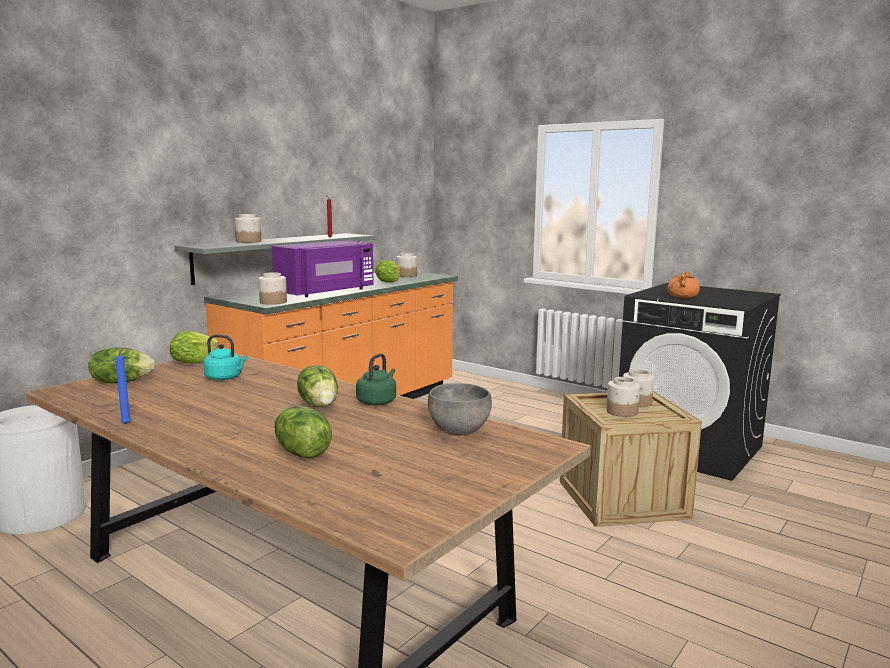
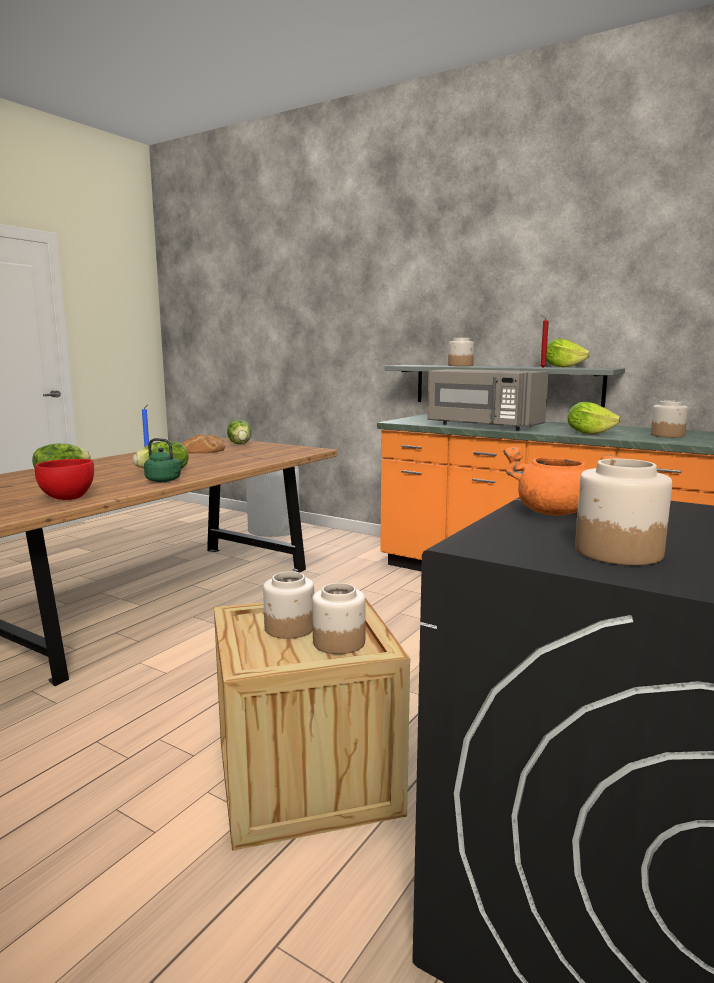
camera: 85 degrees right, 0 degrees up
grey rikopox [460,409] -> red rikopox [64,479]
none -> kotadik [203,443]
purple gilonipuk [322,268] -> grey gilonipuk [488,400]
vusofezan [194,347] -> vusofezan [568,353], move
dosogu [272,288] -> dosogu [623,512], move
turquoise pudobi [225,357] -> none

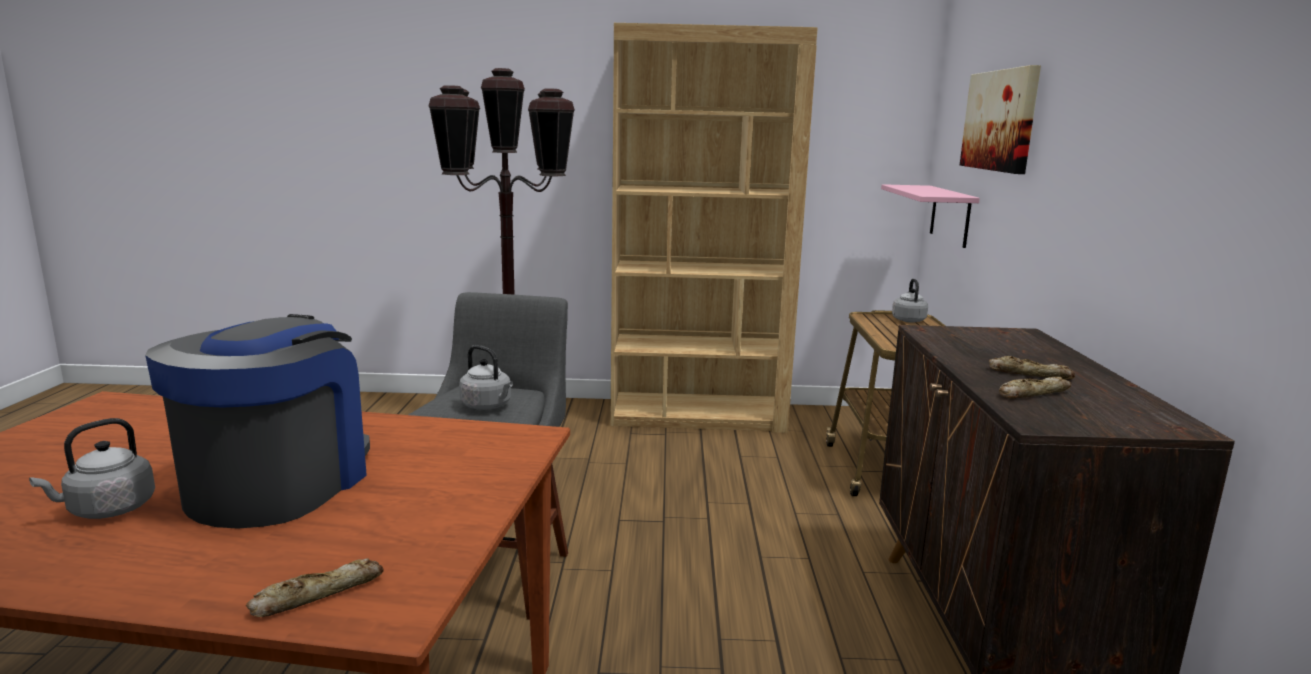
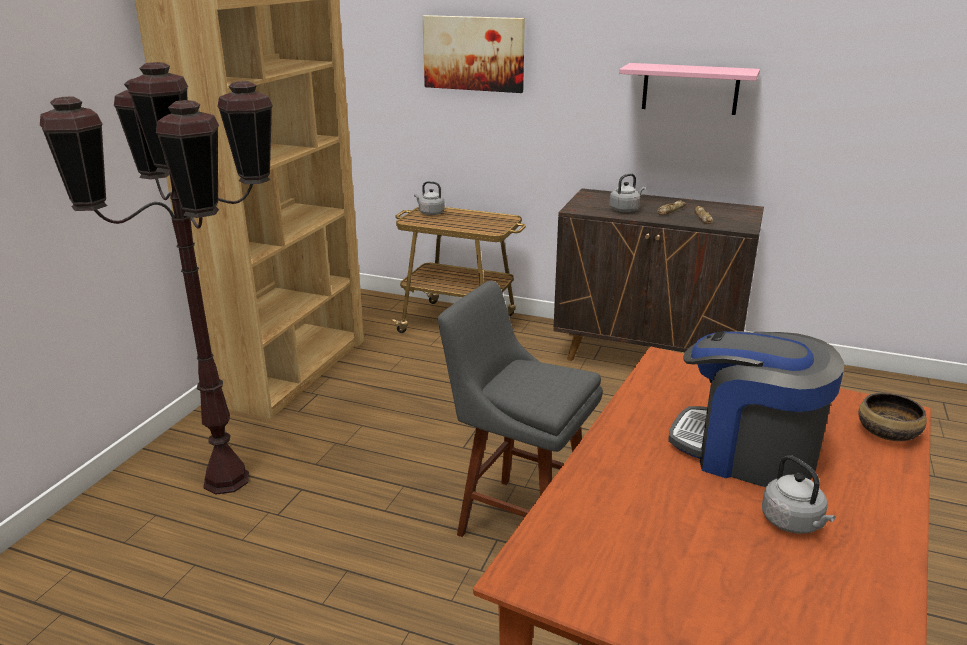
camera: 70 degrees left, 10 degrees up
grey pudobi [486,377] -> grey pudobi [627,192], move
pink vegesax [930,216] -> pink vegesax [689,89], move
kotadik [315,588] -> rikopox [892,417]

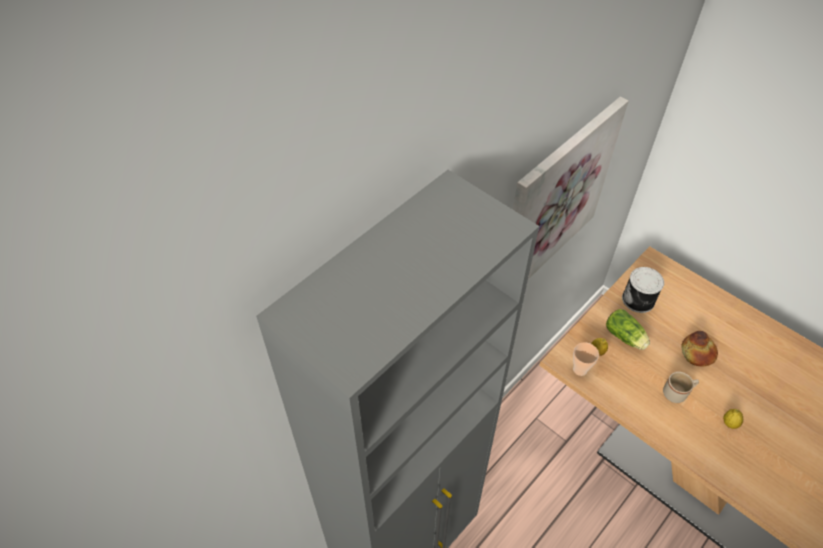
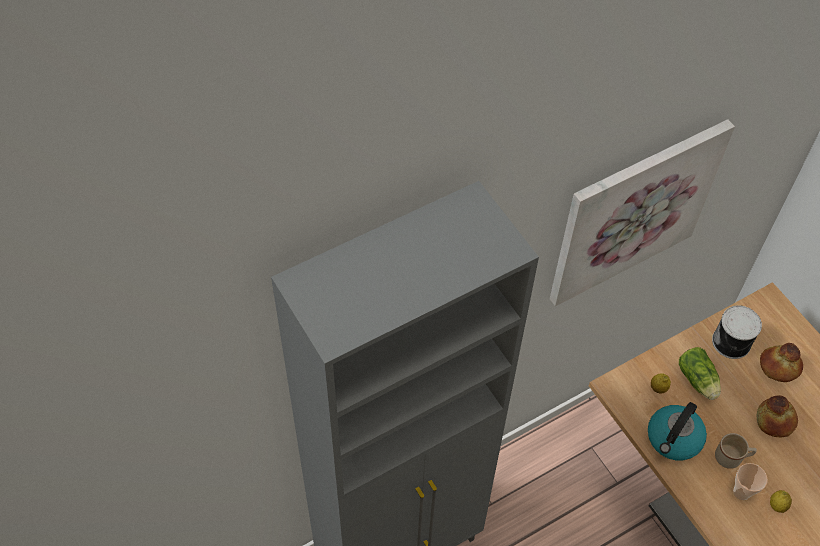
camera: 15 degrees right, 5 degrees up
none -> pudobi [677,431]
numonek [586,359] -> numonek [750,481], move
none -> kotadik [781,362]

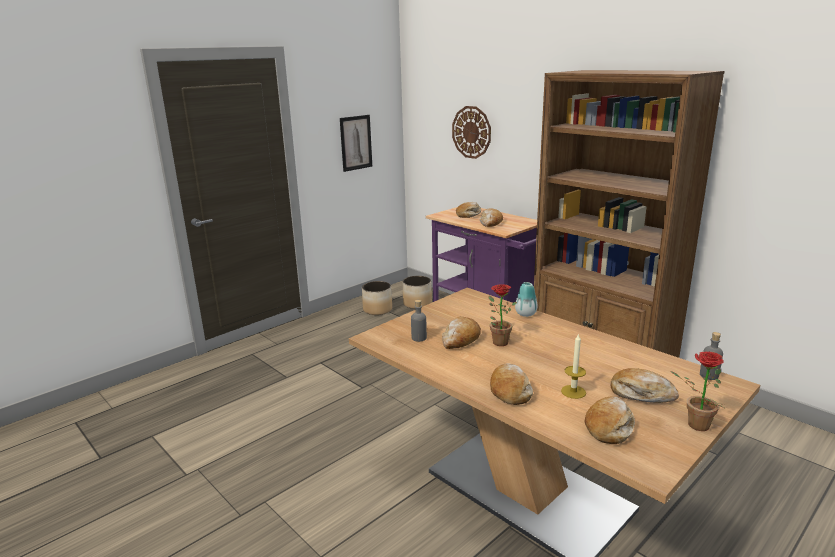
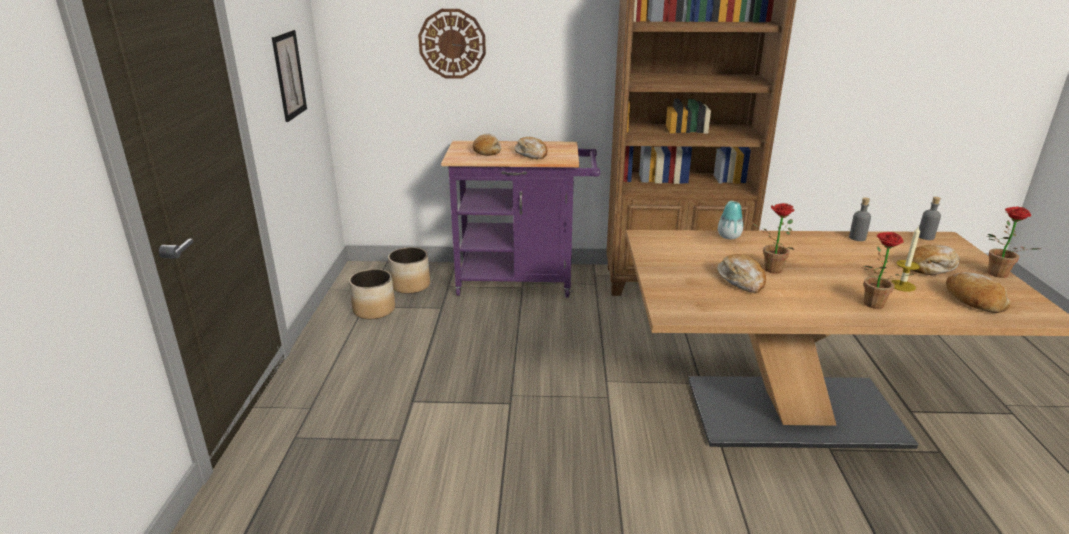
camera: 45 degrees left, 5 degrees up
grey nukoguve [419,321] -> grey nukoguve [860,219], move
kotadik [511,384] -> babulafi [889,270]

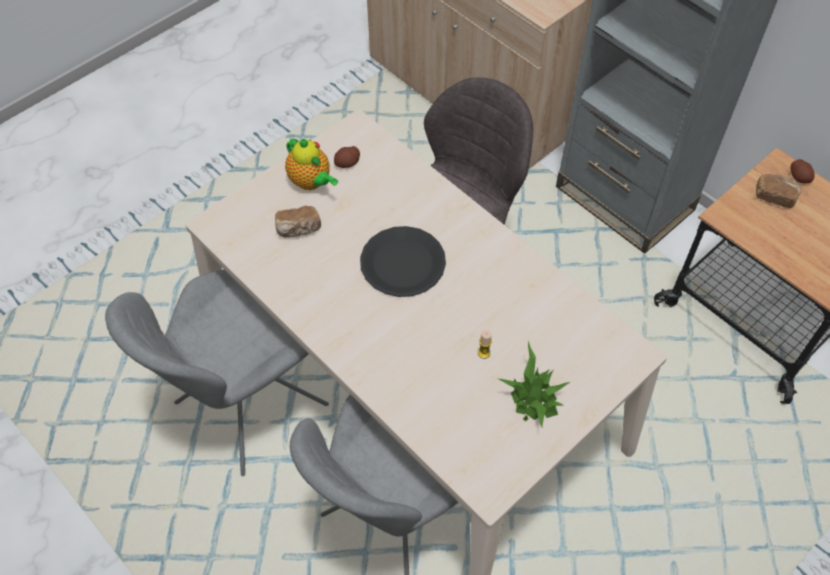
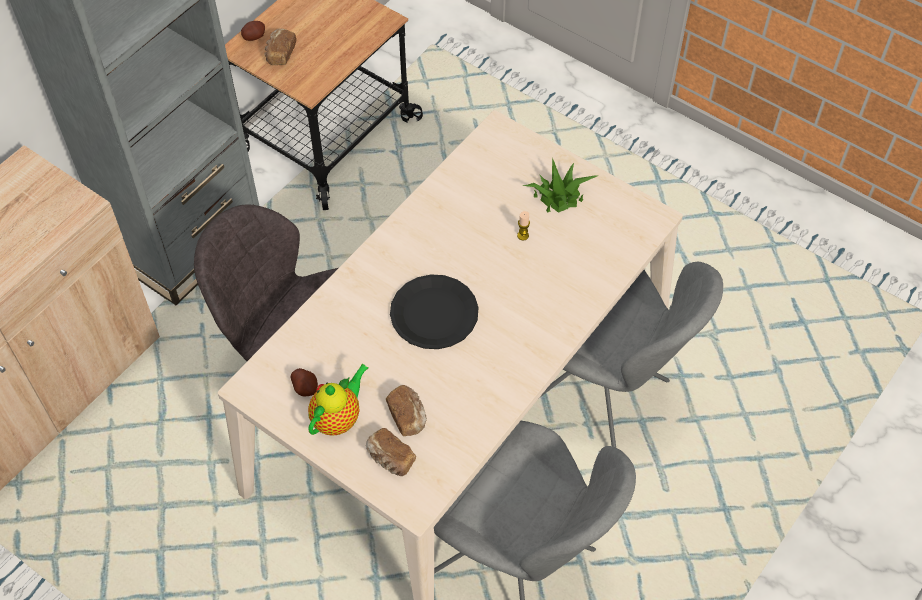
camera: 100 degrees left, 0 degrees up
none -> kotadik [391,452]

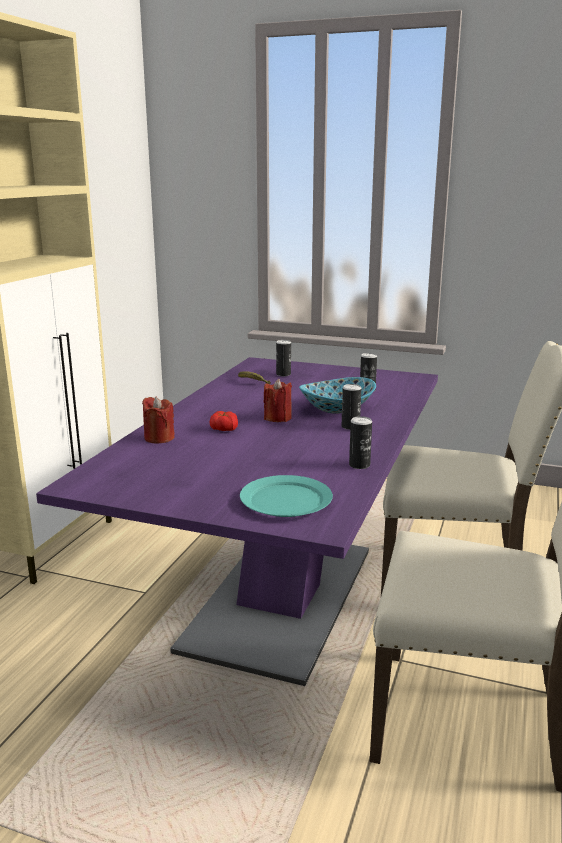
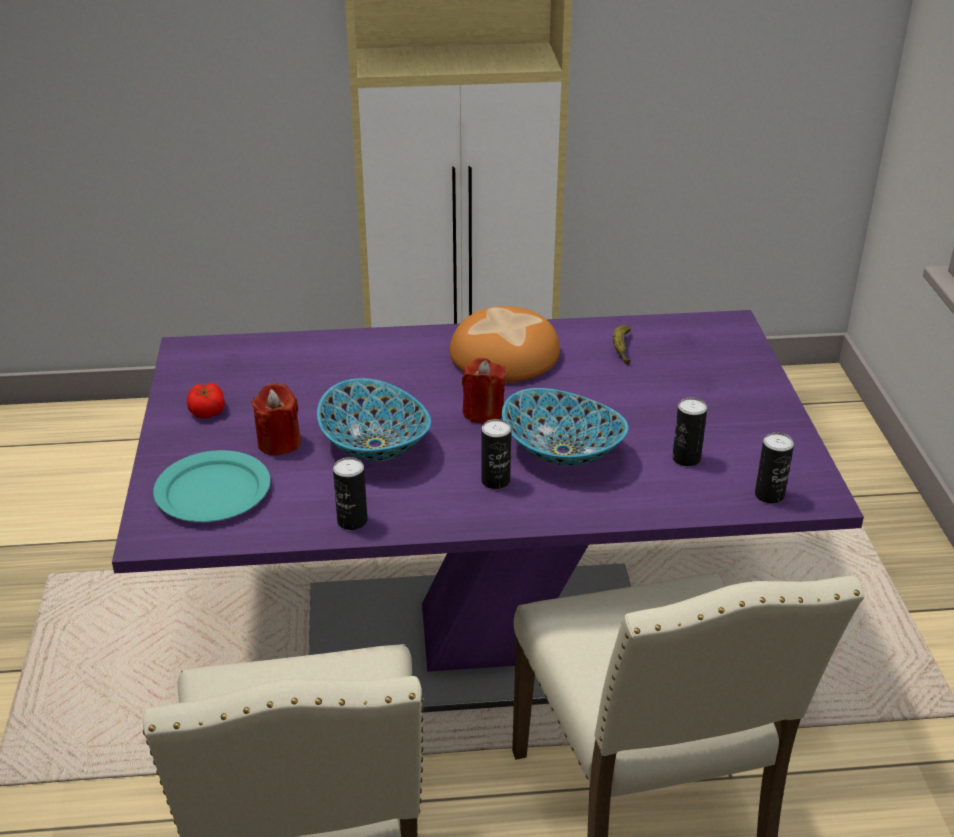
camera: 65 degrees right, 15 degrees up
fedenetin [224,421] -> fedenetin [206,400], move
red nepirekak [158,420] -> red nepirekak [276,419], move
none -> rikopox [374,419]
none -> kotadik [505,344]
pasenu [283,358] -> pasenu [774,468], move

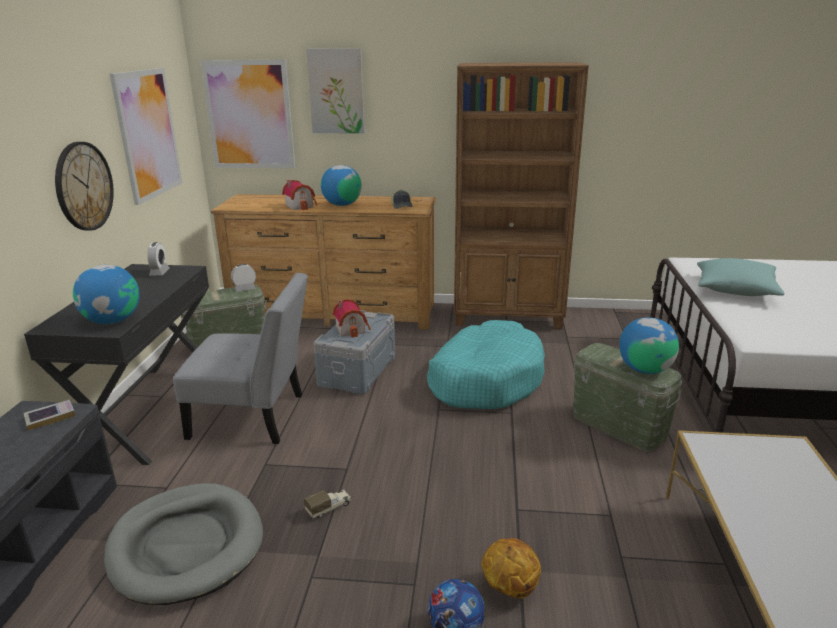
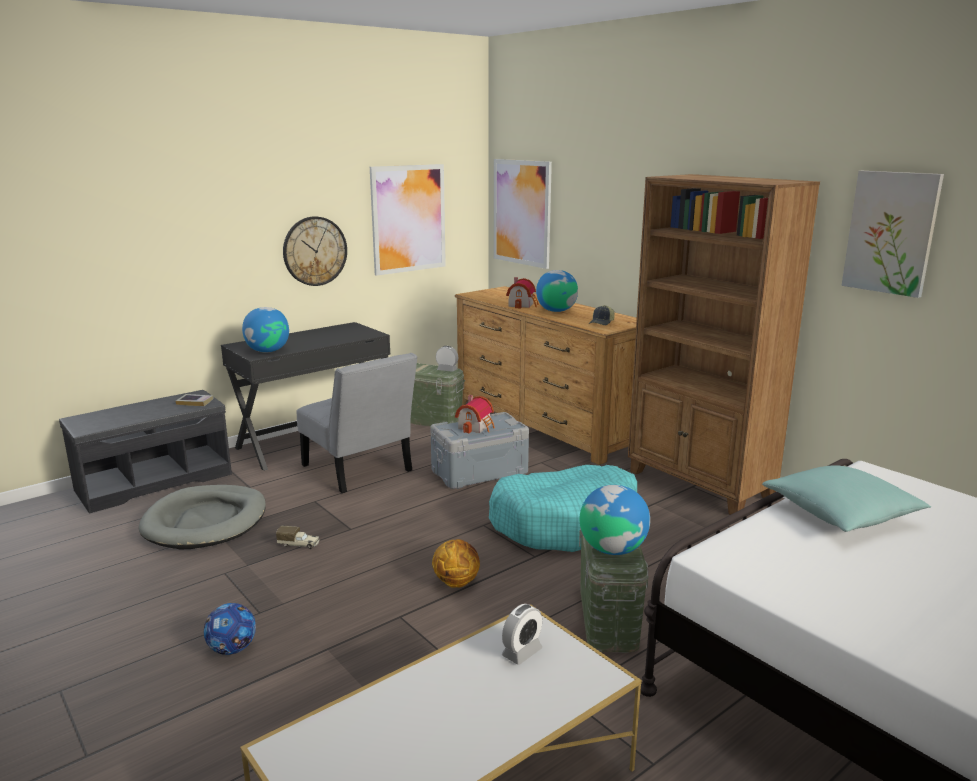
camera: 45 degrees right, 5 degrees down
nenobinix [511,568] -> nenobinix [456,563], move
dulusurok [158,259] -> dulusurok [522,634], move
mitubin [335,90] -> mitubin [892,234], move

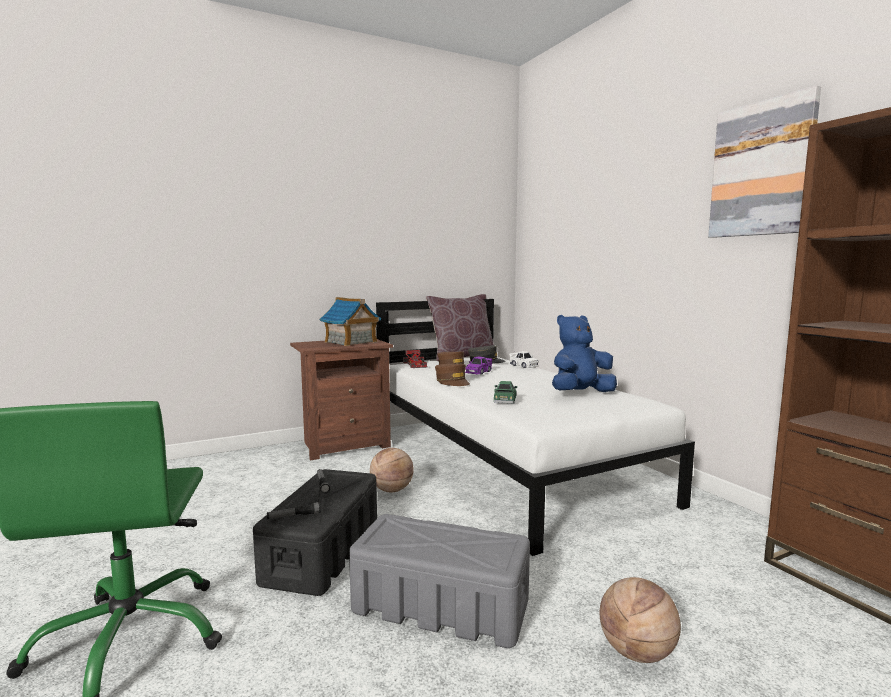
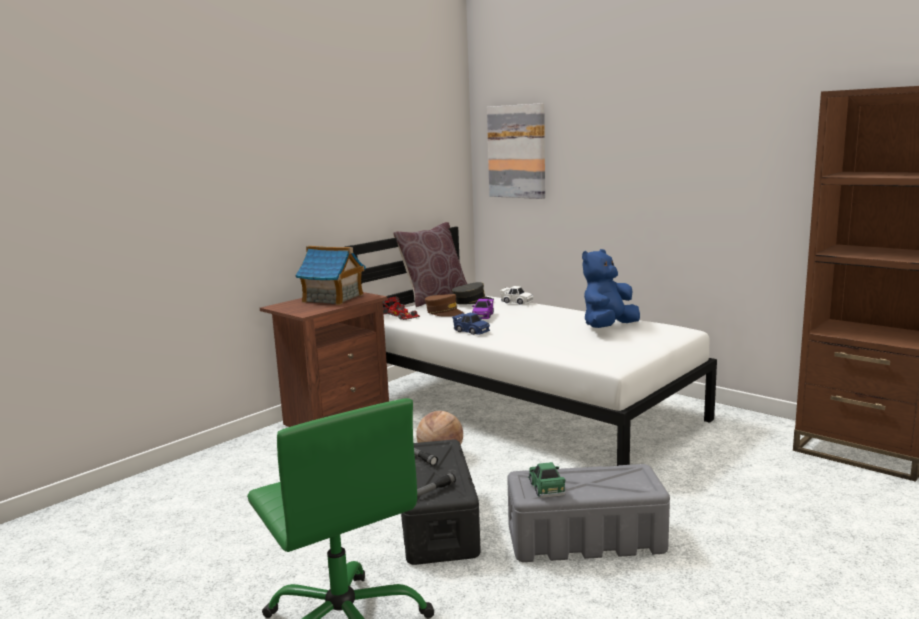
camera: 20 degrees left, 5 degrees up
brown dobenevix [452,375] -> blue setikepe [471,324]
mitubin [764,161] -> mitubin [516,151], move
green setikepe [505,392] -> green setikepe [546,480], move
nenobinix [640,620] -> none

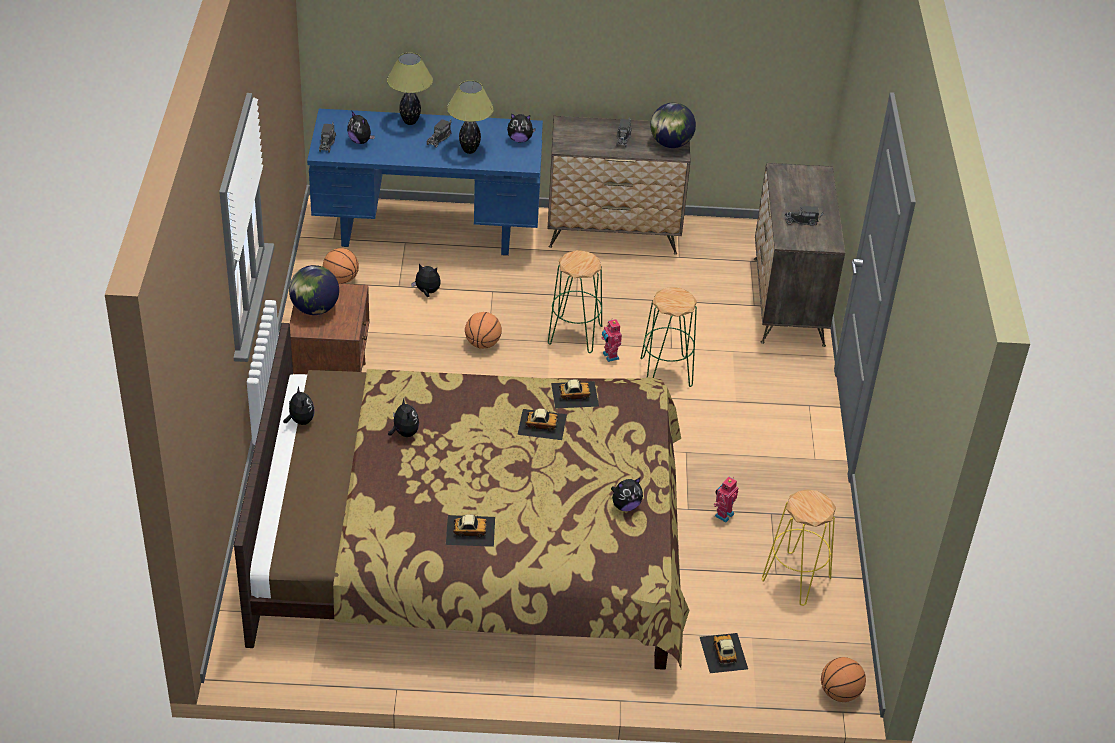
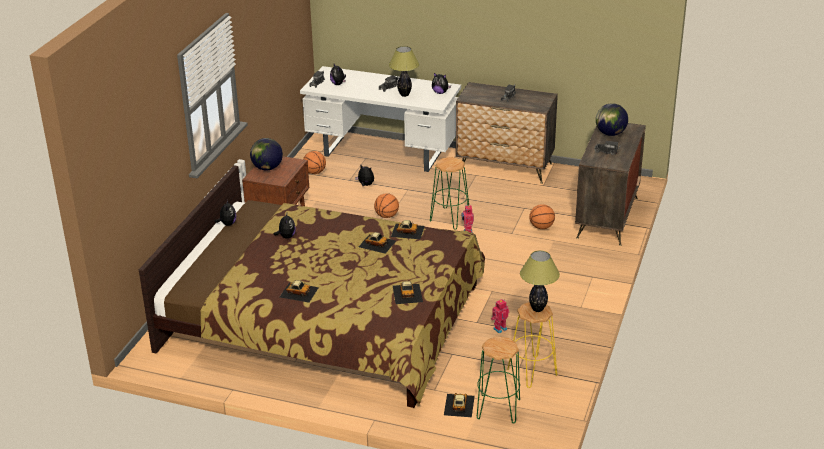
camera: 20 degrees right, 10 degrees down
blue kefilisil [425,182] -> white kefilisil [380,119]
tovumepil [627,494] -> setikepe [408,292]
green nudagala [668,337] -> green nudagala [498,380], move
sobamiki [410,89] -> sobamiki [540,281], move
nenobinix [843,679] -> nenobinix [542,216], move
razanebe [673,125] -> razanebe [612,119], move

